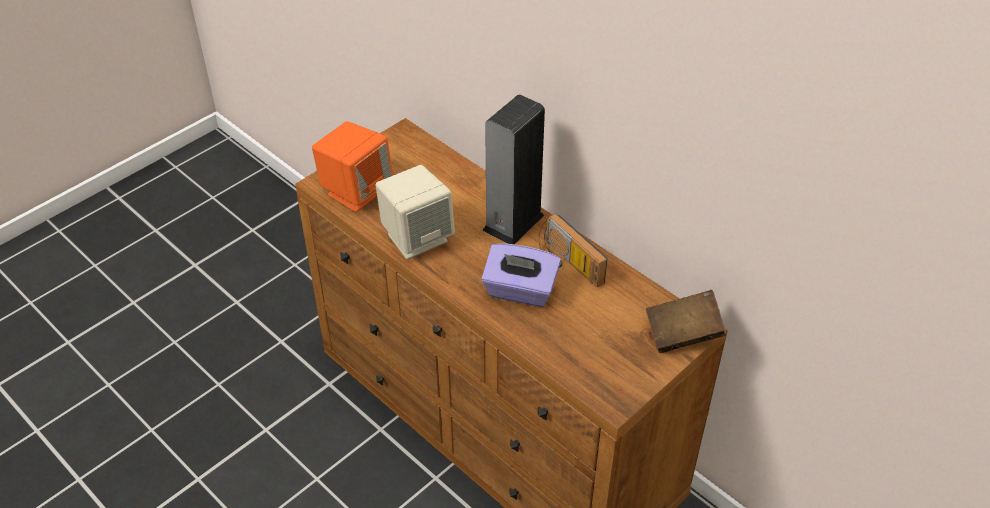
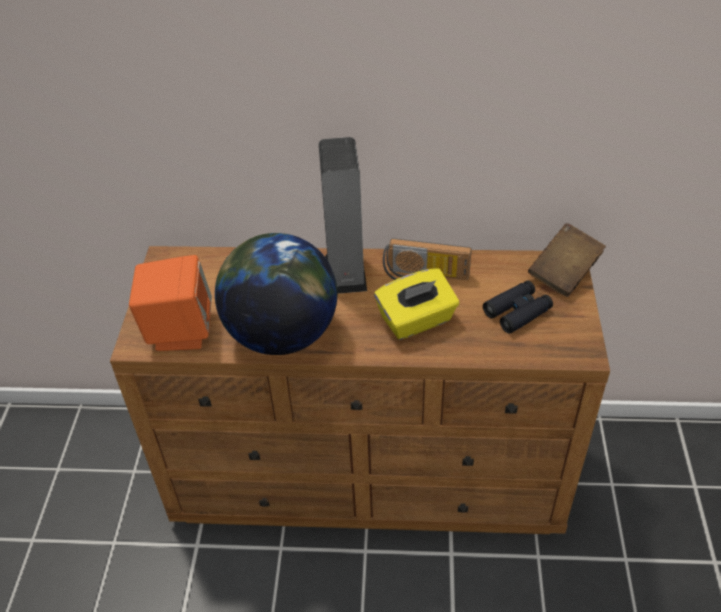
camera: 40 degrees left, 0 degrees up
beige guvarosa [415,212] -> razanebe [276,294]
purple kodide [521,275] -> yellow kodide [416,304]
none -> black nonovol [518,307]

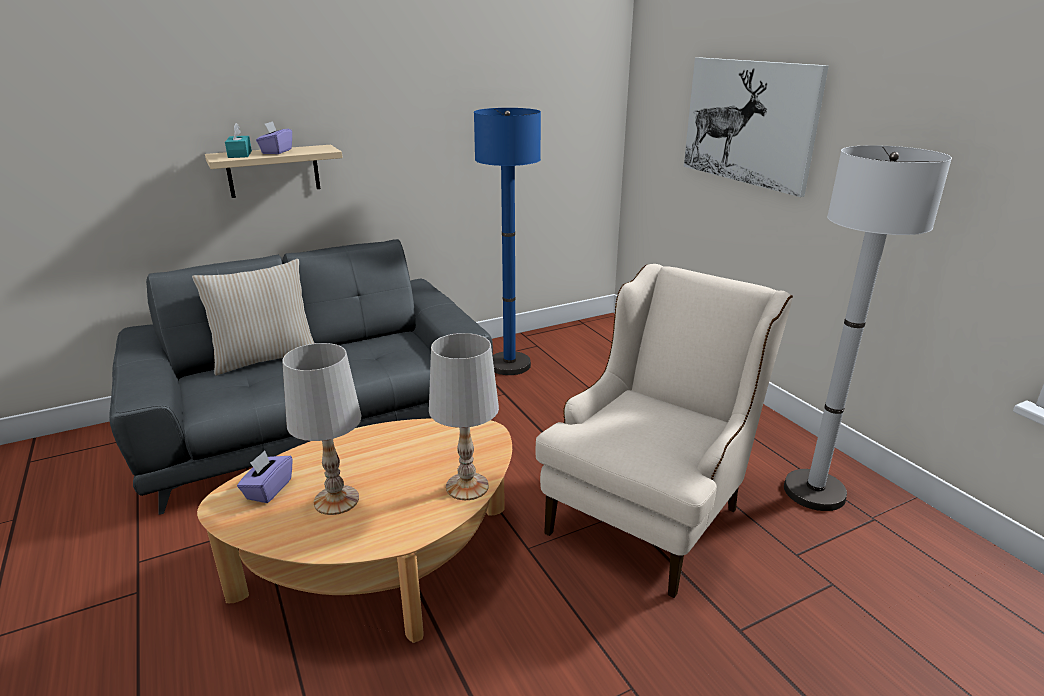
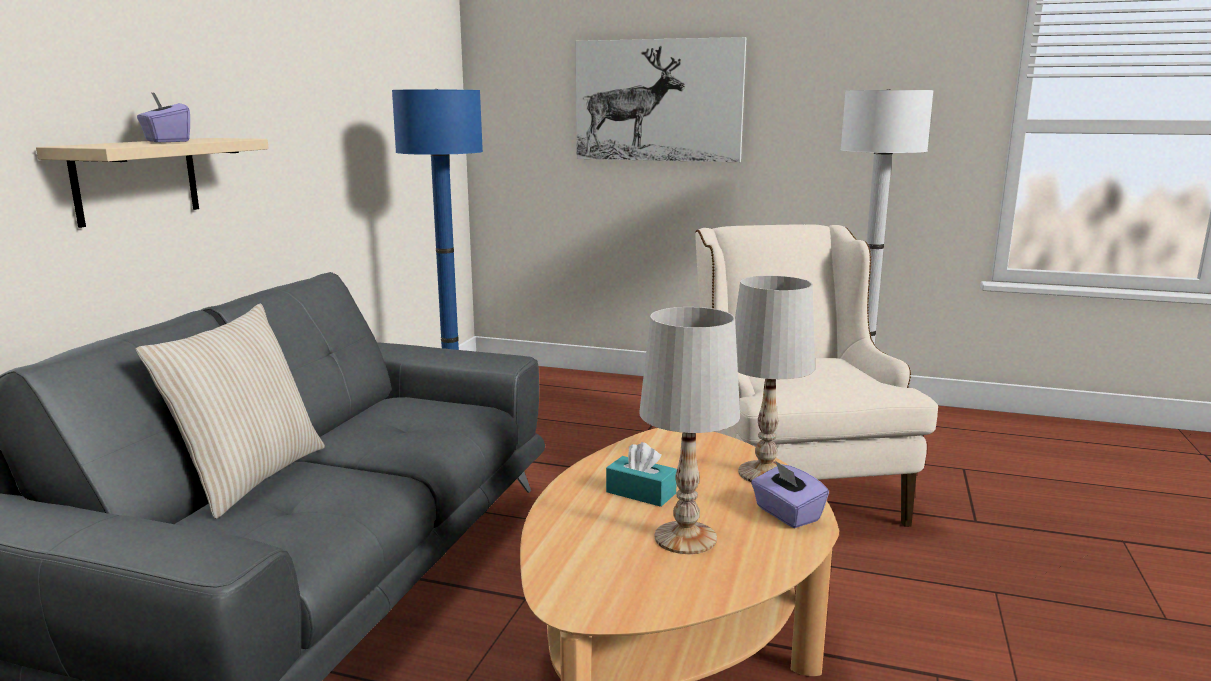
camera: 45 degrees left, 10 degrees down
turquoise kodide [238,140] -> turquoise kodide [641,474], move
purple kodide [265,476] -> purple kodide [790,494], move

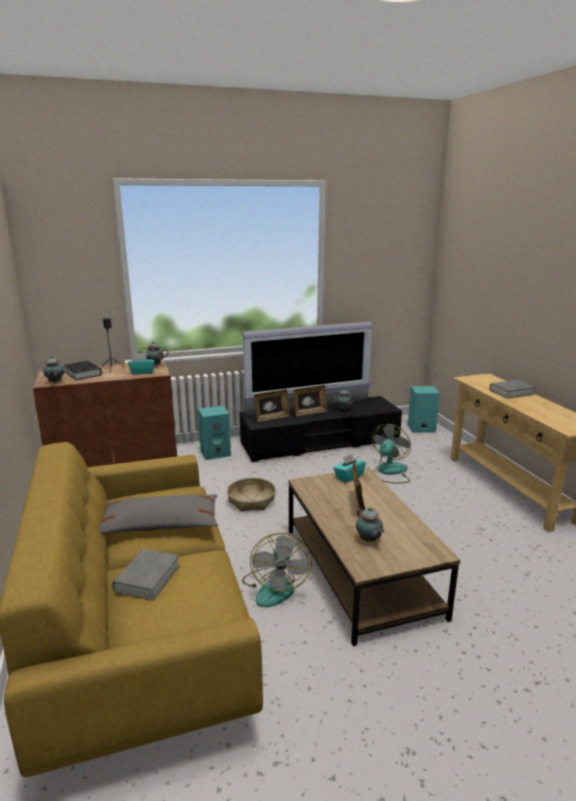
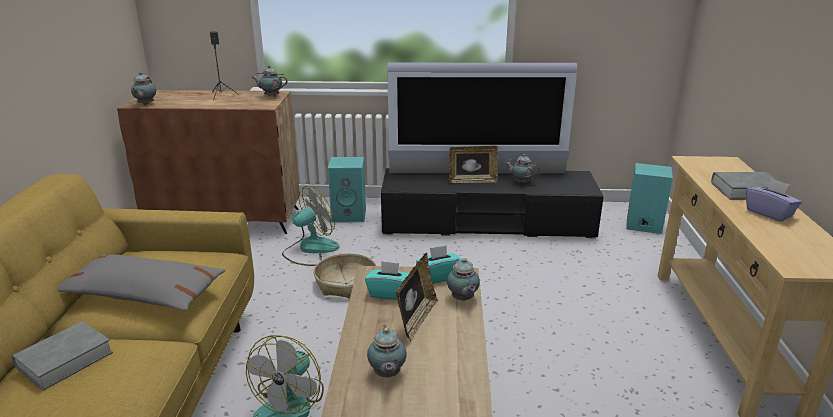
camera: 20 degrees right, 5 degrees up
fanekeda [391,454] -> fanekeda [310,226], move
turquoise kodide [141,363] -> turquoise kodide [387,280], move
none -> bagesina [463,279]
none -> purple kodide [774,200]
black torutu [83,370] -> none
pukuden [272,405] -> none

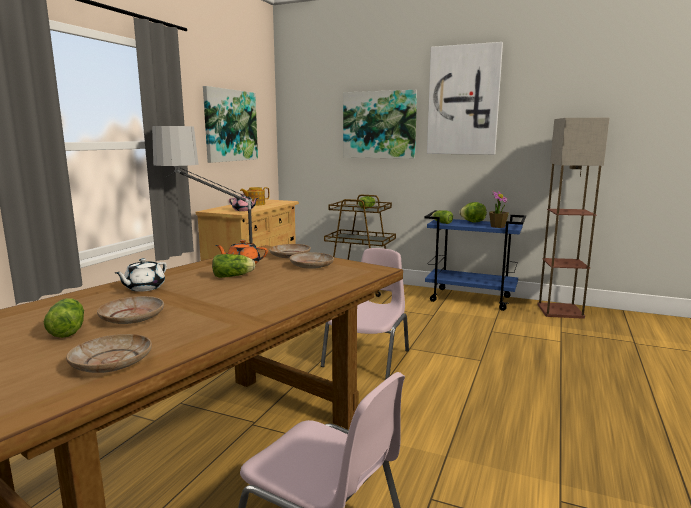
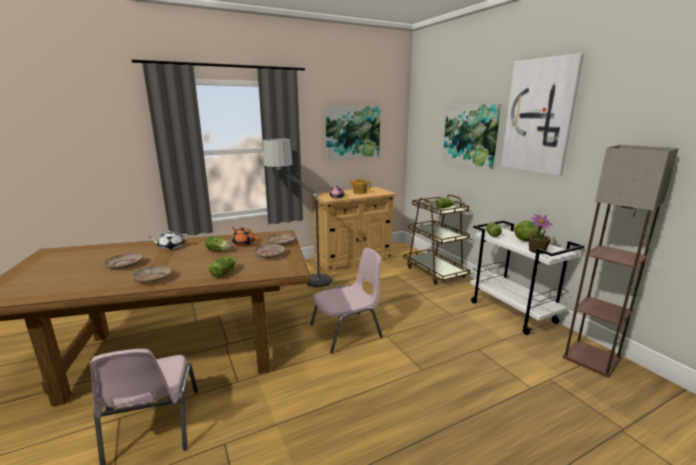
camera: 40 degrees right, 5 degrees up
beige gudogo [109,353] -> beige gudogo [152,274], move
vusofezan [64,318] -> vusofezan [222,267], move
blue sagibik [475,260] -> white sagibik [527,277]

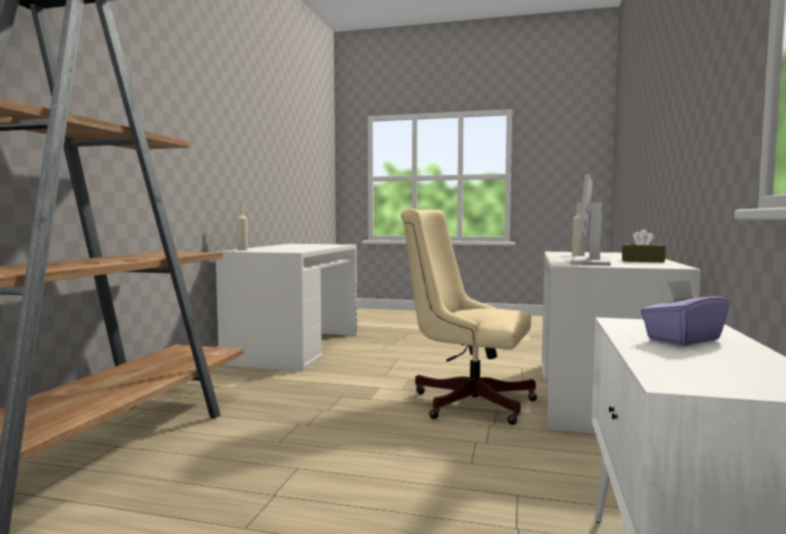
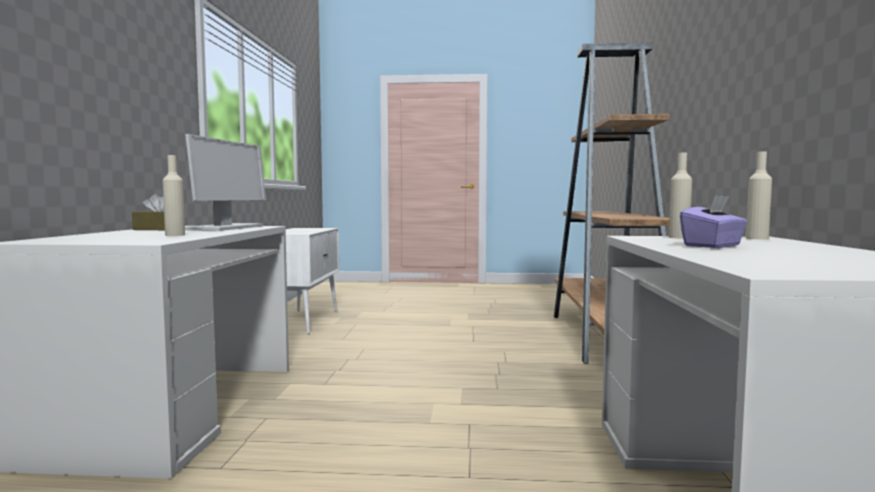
camera: 170 degrees right, 0 degrees up
none -> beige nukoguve [680,195]
purple kodide [684,312] -> purple kodide [714,221], move
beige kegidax [469,316] -> none

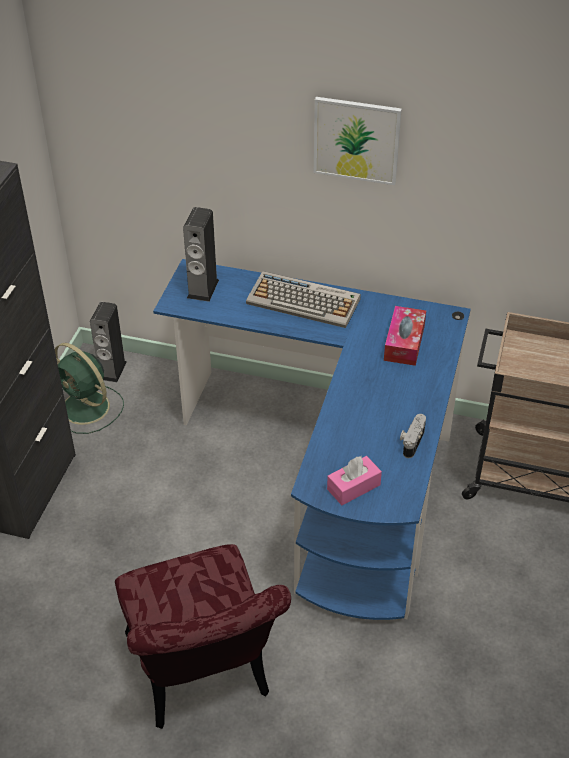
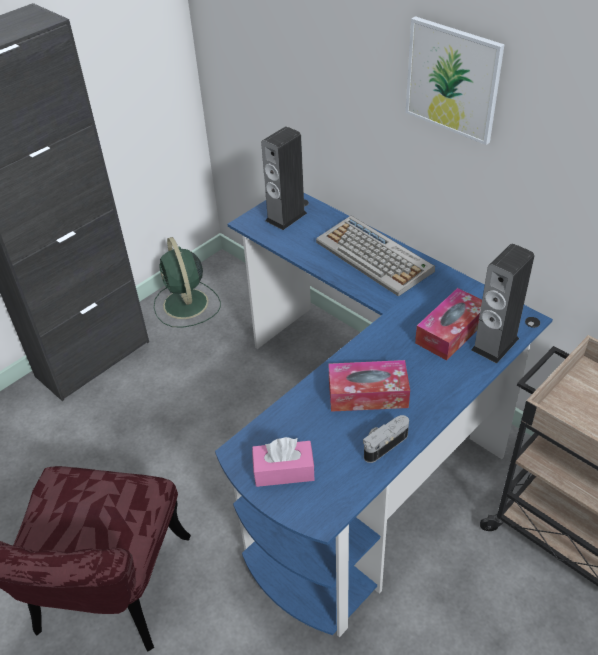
camera: 30 degrees right, 0 degrees up
none -> kodide [369,386]
guvarosa [108,342] -> guvarosa [502,303], move

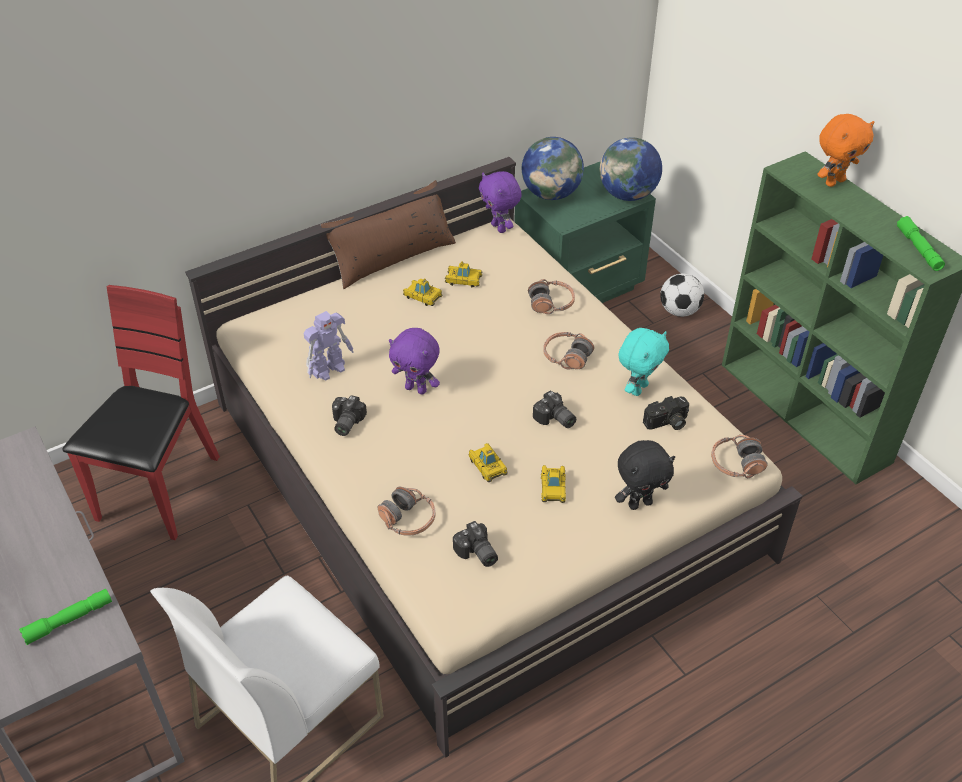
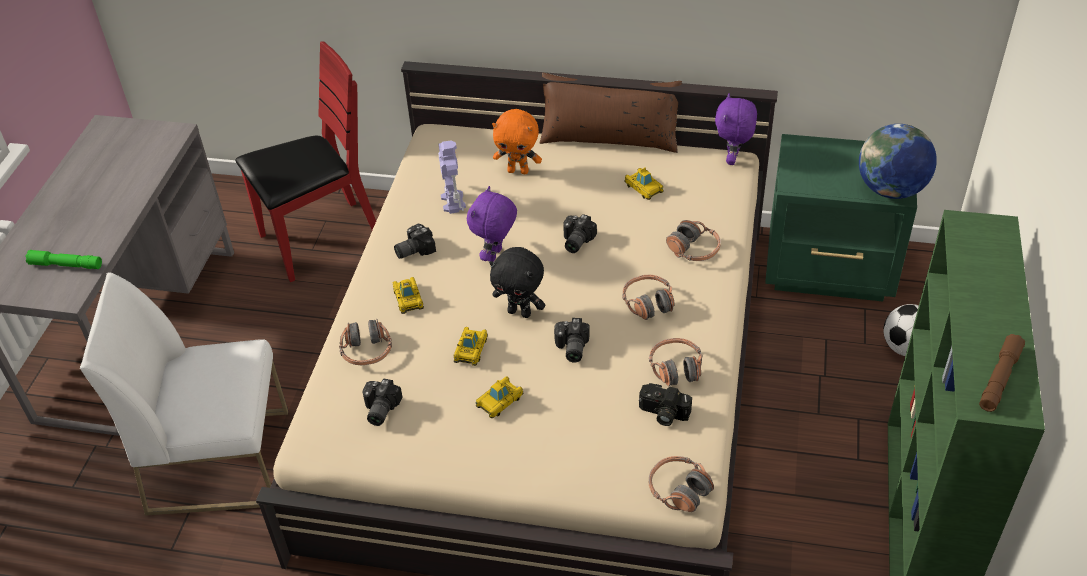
camera: 45 degrees right, 0 degrees up
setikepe [423,292] -> setikepe [408,295], move
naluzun [328,346] -> naluzun [452,177], 105 degrees counterclockwise
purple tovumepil [414,361] -> purple tovumepil [492,224], 45 degrees clockwise
black tovumepil [645,475] -> black tovumepil [517,282], move
orange tovumepil [846,150] -> orange tovumepil [517,141], move
none -> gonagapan [580,233]
turquoise tovumepil [643,362] -> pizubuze [676,362]
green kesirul [921,243] -> brown kesirul [1002,373]
razanebe [553,168] -> none

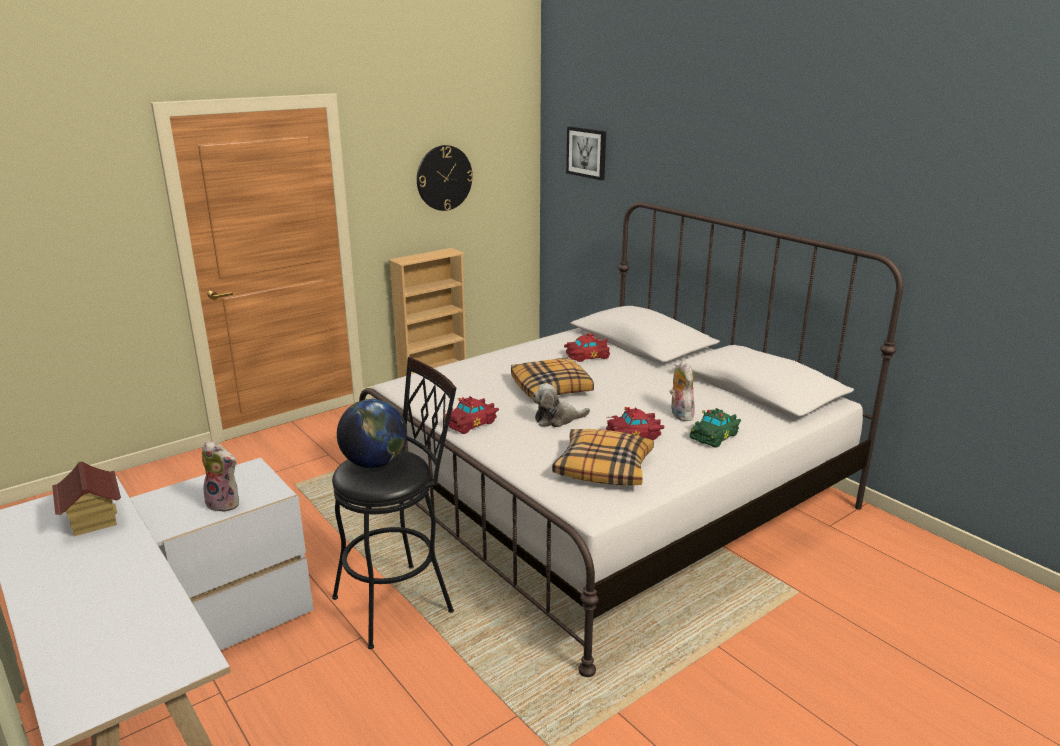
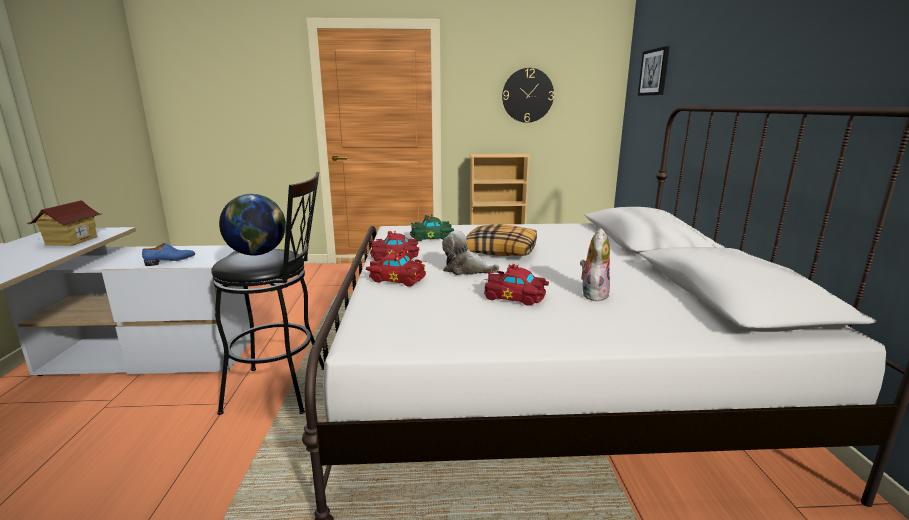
camera: 35 degrees right, 5 degrees down
tovumepil [220,476] -> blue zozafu [168,254]
red setikepe [587,347] -> red setikepe [396,268], move
green setikepe [715,428] -> green setikepe [432,228], move
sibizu [603,457] -> none

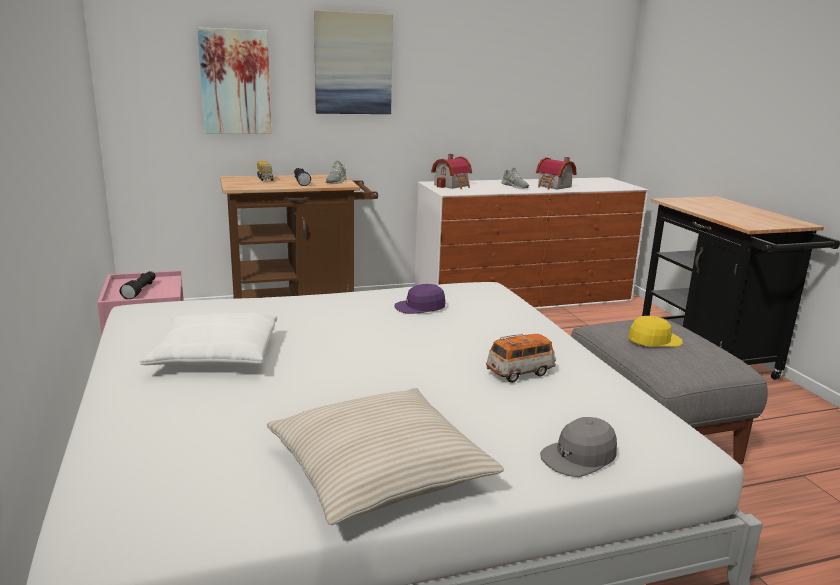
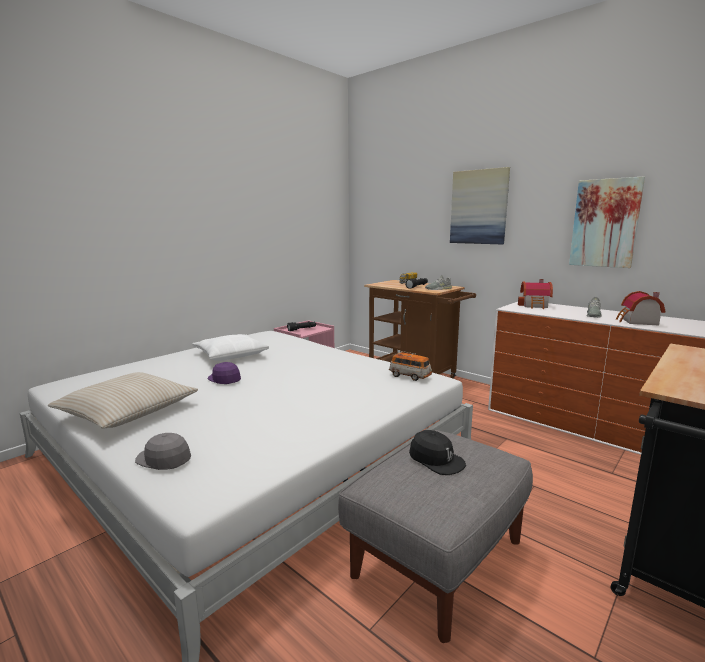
camera: 60 degrees right, 5 degrees down
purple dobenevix [420,299] -> purple dobenevix [224,373], move
setikepe [521,358] -> setikepe [410,366], move
yellow dobenevix [655,331] -> black dobenevix [437,452]
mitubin [234,80] -> mitubin [607,222], move

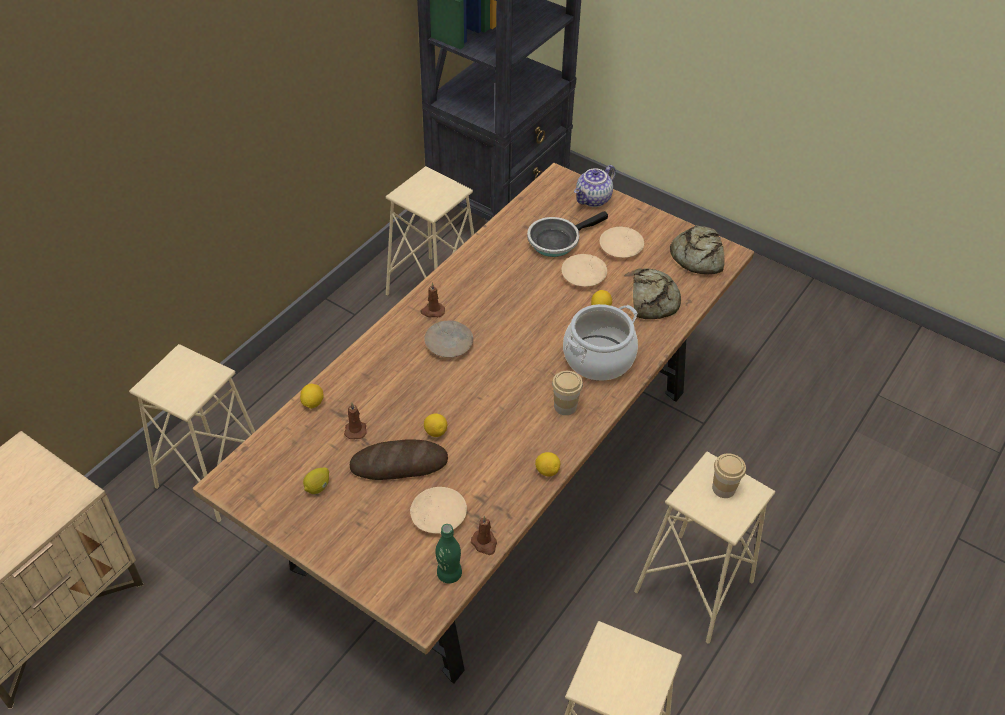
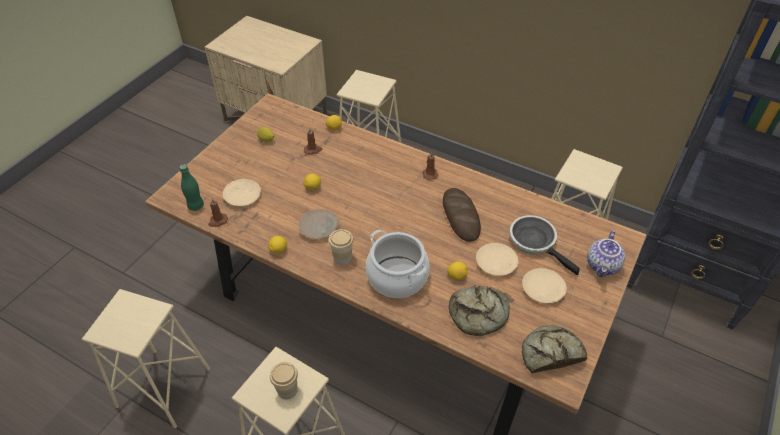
camera: 85 degrees right, 0 degrees up
beige gudogo [448,339] -> beige gudogo [318,224], move
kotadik [399,459] -> kotadik [462,215], move
bagesina [595,186] -> bagesina [606,253], 105 degrees counterclockwise

